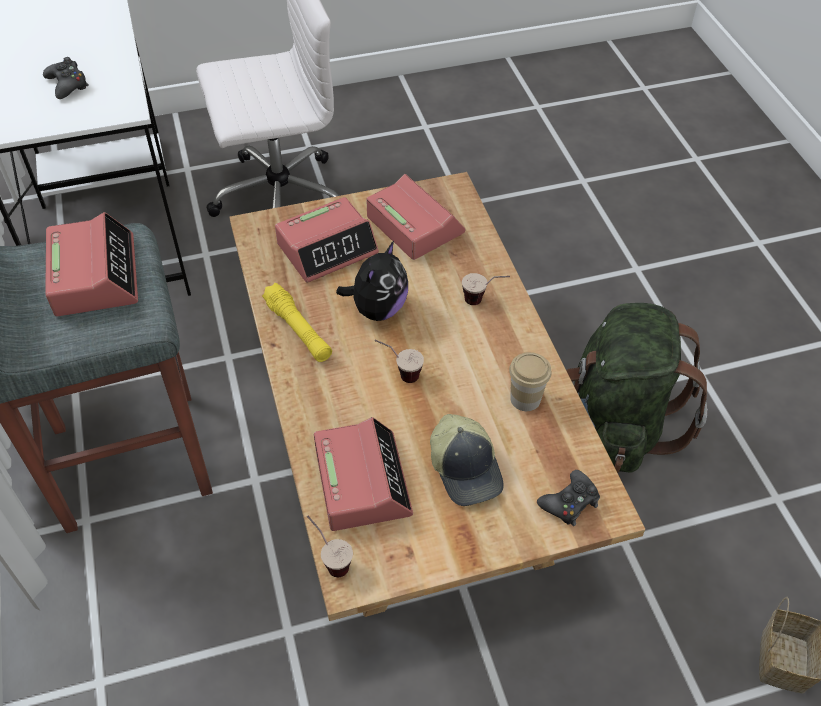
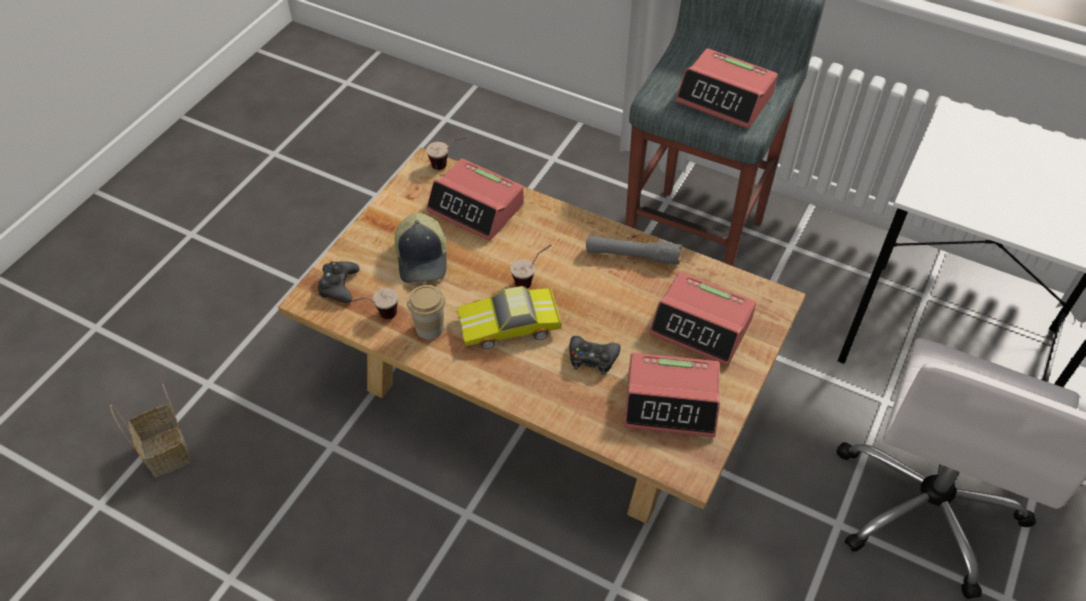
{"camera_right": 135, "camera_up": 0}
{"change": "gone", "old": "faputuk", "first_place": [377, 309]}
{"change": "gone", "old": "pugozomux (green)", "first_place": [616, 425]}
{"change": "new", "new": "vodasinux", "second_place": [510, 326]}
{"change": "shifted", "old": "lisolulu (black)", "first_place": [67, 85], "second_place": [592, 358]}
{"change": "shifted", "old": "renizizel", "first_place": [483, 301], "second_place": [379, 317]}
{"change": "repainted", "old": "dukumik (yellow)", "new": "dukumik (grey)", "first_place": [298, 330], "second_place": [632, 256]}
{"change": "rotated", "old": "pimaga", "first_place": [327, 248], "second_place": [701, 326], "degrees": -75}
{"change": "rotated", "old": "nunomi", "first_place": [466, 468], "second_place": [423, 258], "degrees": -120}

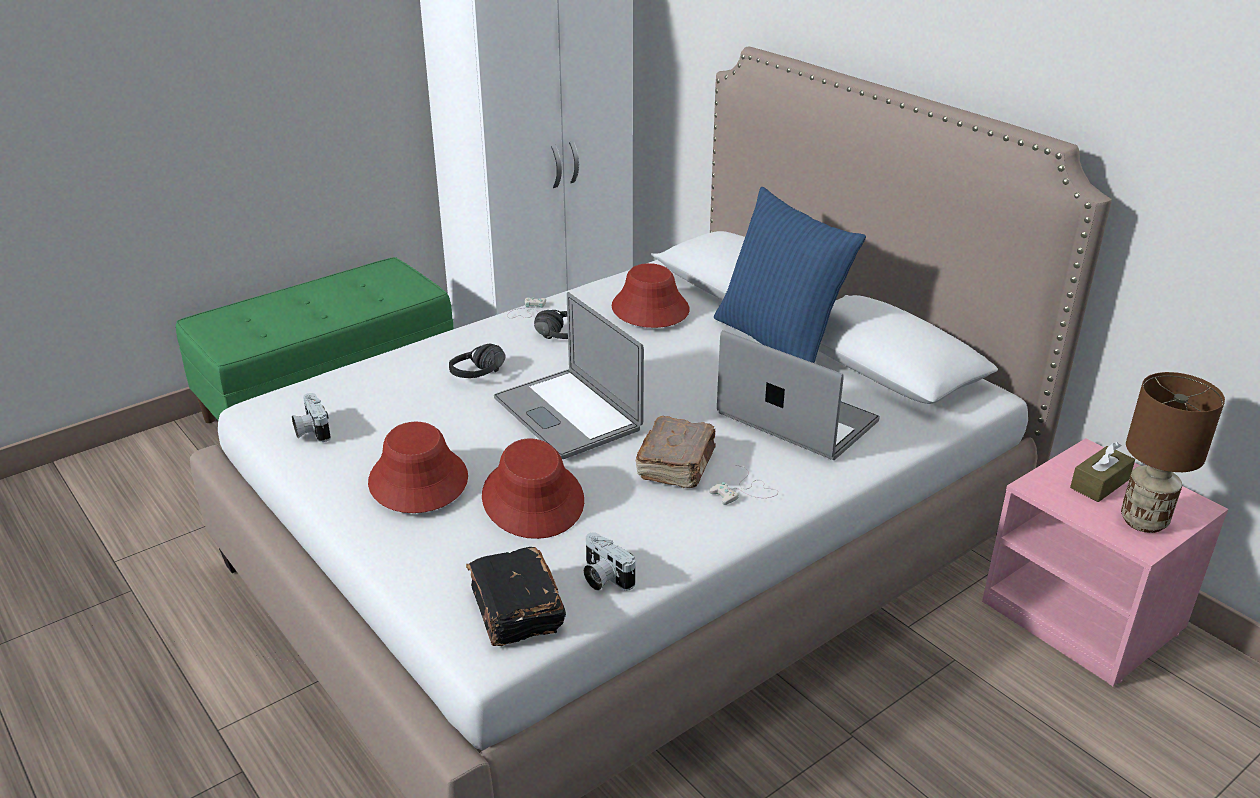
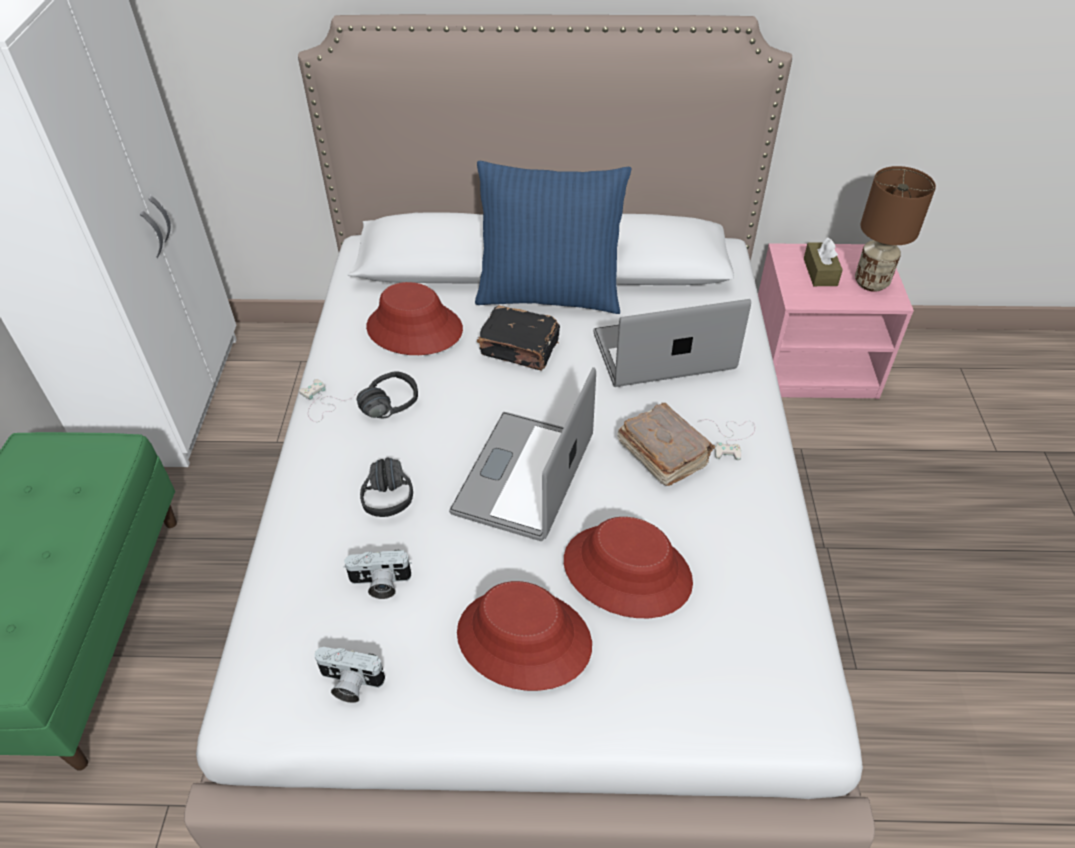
{"camera_right": -50, "camera_up": 15}
{"change": "shifted", "old": "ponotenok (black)", "first_place": [516, 611], "second_place": [520, 349]}
{"change": "shifted", "old": "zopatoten", "first_place": [603, 577], "second_place": [380, 584]}
{"change": "rotated", "old": "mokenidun", "first_place": [567, 413], "second_place": [524, 475], "degrees": 105}

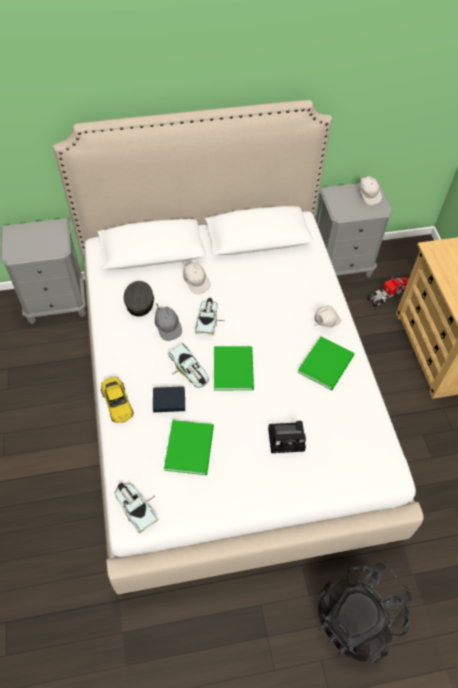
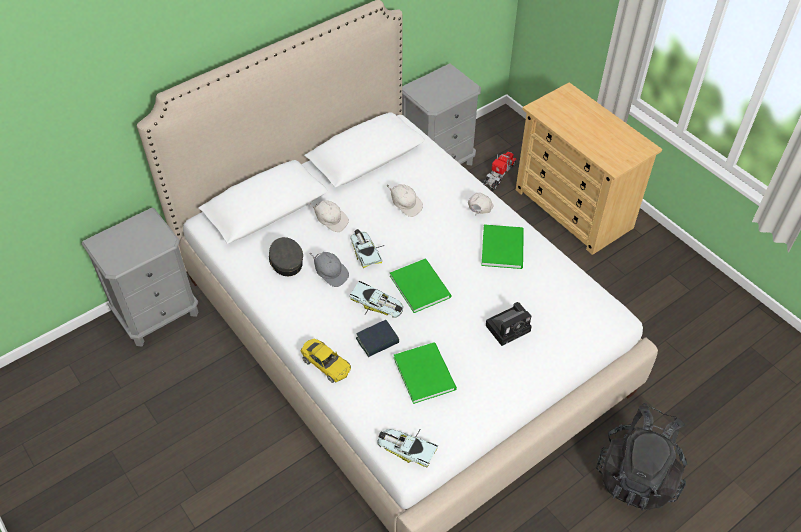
{"camera_right": -25, "camera_up": -5}
{"change": "shifted", "old": "nunomi (white)", "first_place": [368, 195], "second_place": [405, 205]}

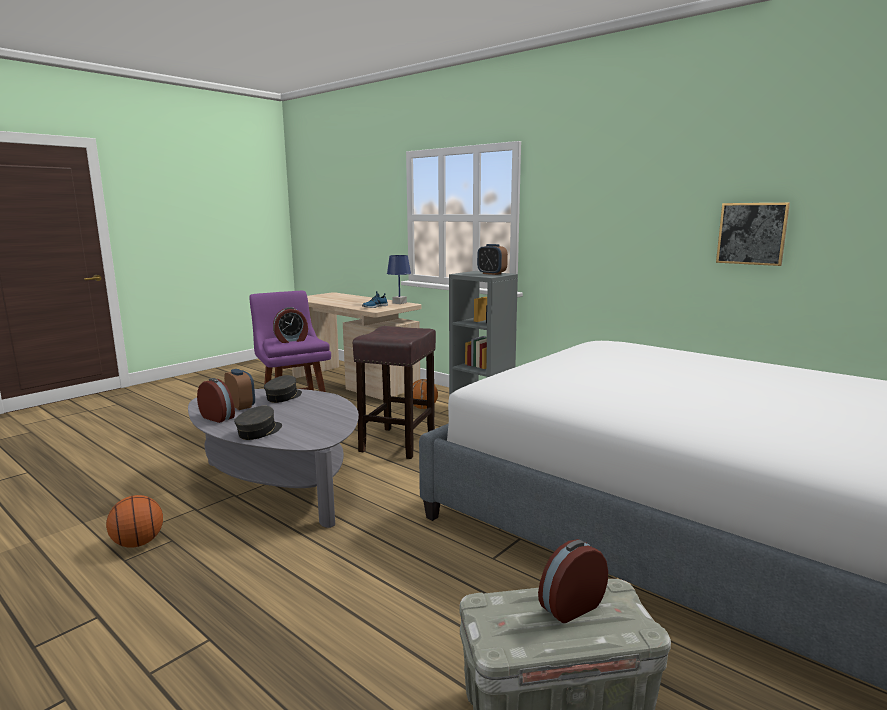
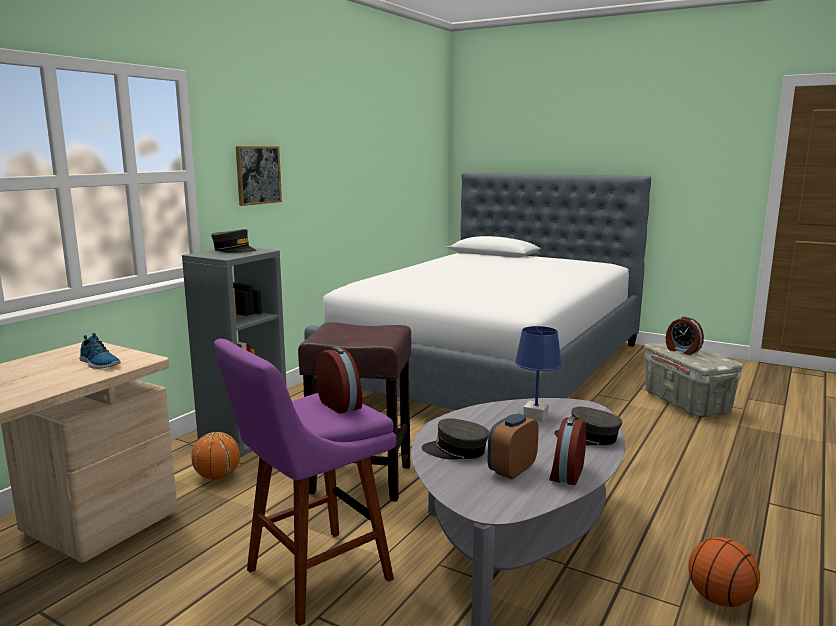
{"camera_right": -100, "camera_up": 0}
{"change": "shifted", "old": "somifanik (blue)", "first_place": [399, 303], "second_place": [535, 416]}
{"change": "shifted", "old": "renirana", "first_place": [752, 233], "second_place": [258, 175]}
{"change": "swapped", "old": "pimaga", "new": "nunomi (grey)", "first_place": [491, 273], "second_place": [234, 250]}

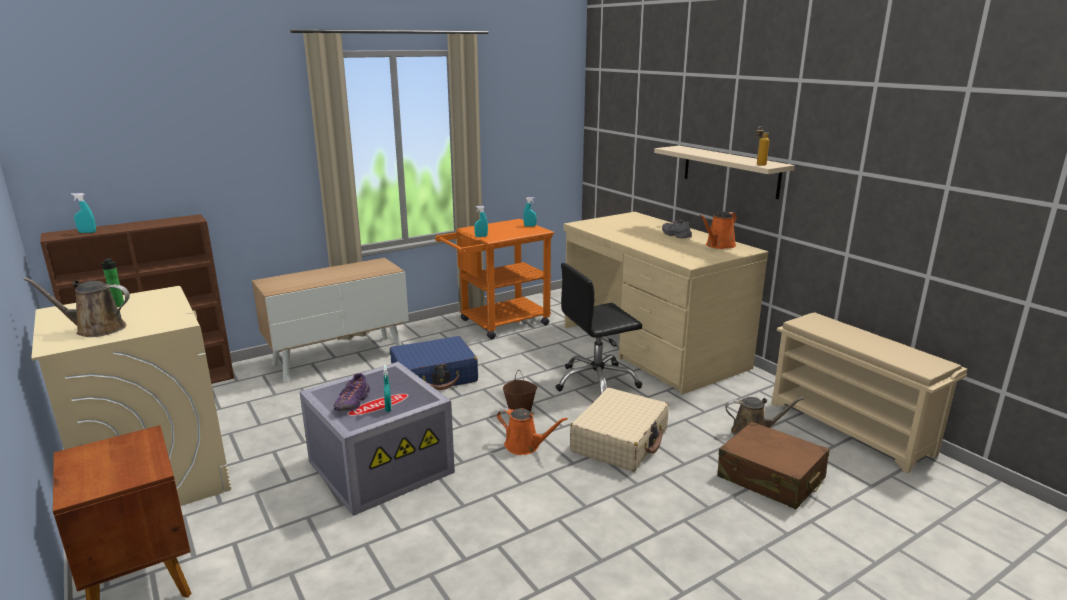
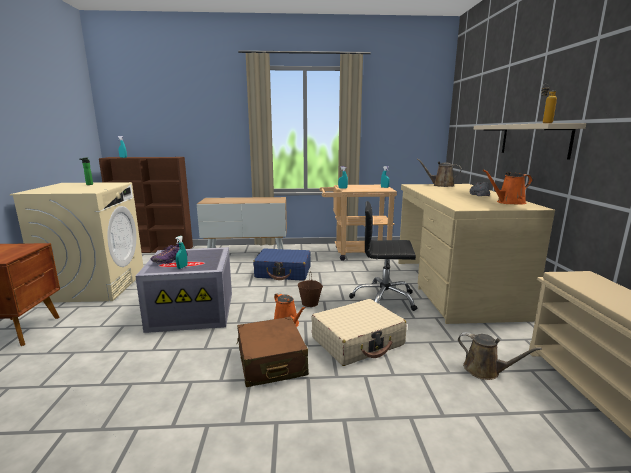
{"camera_right": 30, "camera_up": -5}
{"change": "shifted", "old": "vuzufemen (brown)", "first_place": [96, 329], "second_place": [441, 185]}
{"change": "shifted", "old": "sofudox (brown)", "first_place": [770, 478], "second_place": [271, 362]}
{"change": "repainted", "old": "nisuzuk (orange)", "new": "nisuzuk (beige)", "first_place": [498, 324], "second_place": [356, 253]}

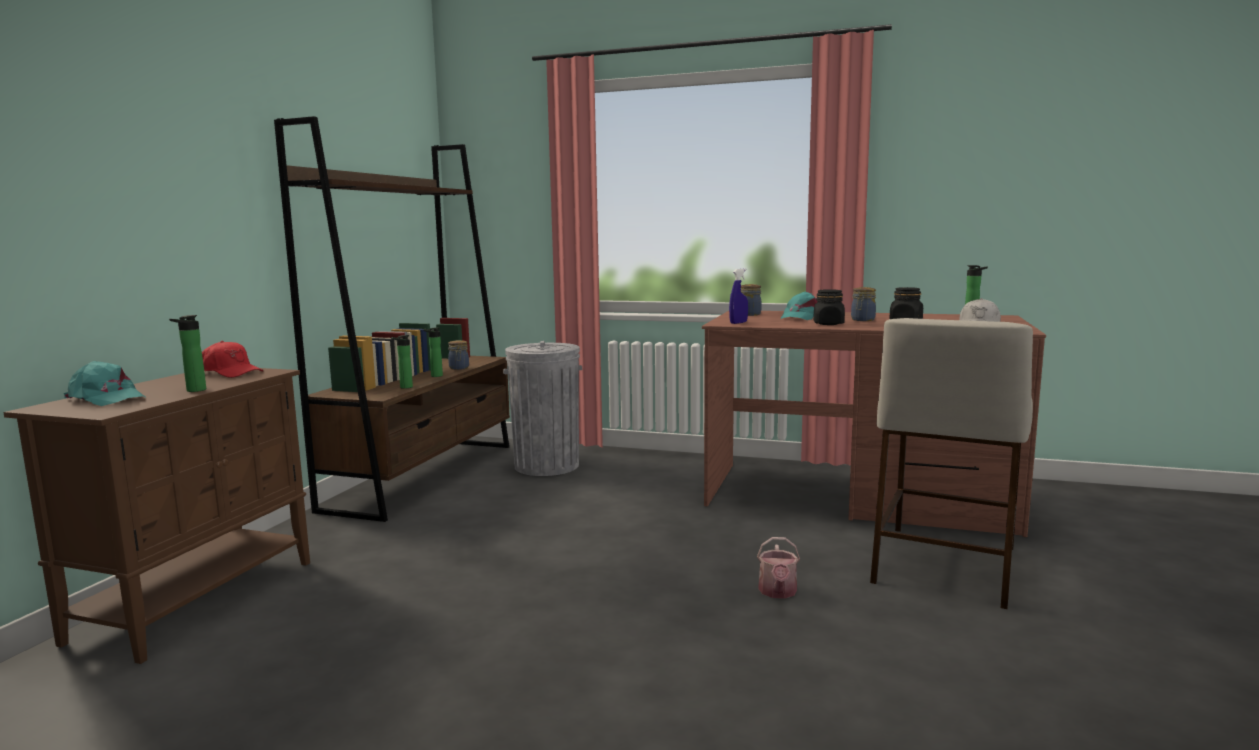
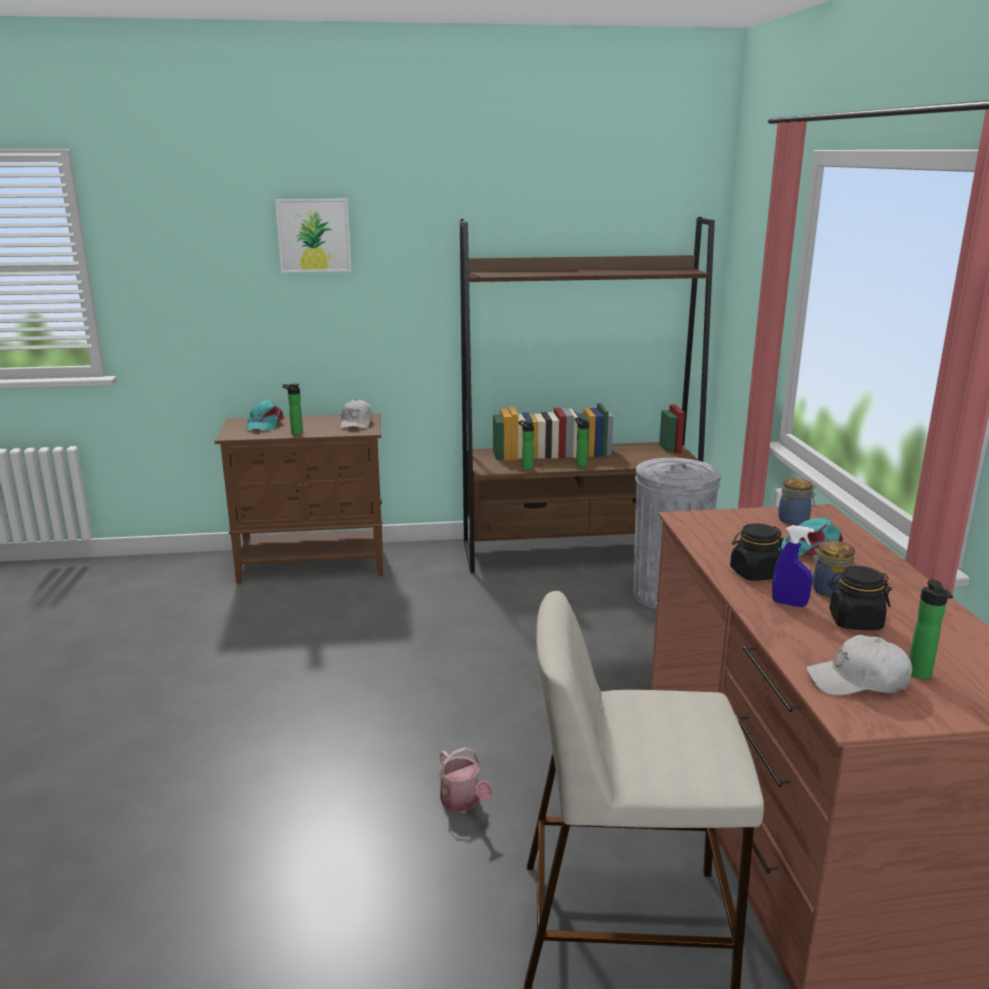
{"camera_right": 65, "camera_up": 10}
{"change": "gone", "old": "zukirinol", "first_place": [459, 368]}
{"change": "new", "new": "renirana", "second_place": [314, 235]}
{"change": "shifted", "old": "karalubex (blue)", "first_place": [738, 323], "second_place": [789, 604]}
{"change": "repainted", "old": "nunomi (red)", "new": "nunomi (white)", "first_place": [231, 372], "second_place": [356, 423]}
{"change": "rotated", "old": "vuzufemen", "first_place": [778, 592], "second_place": [463, 802], "degrees": -105}

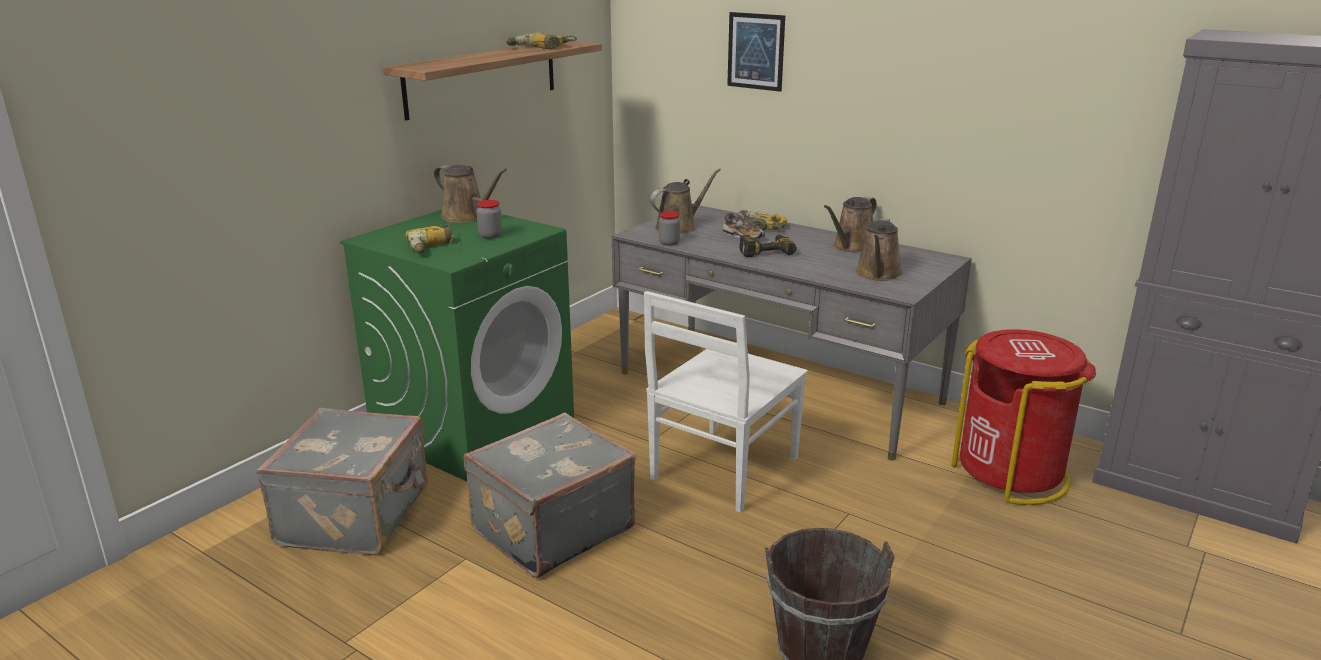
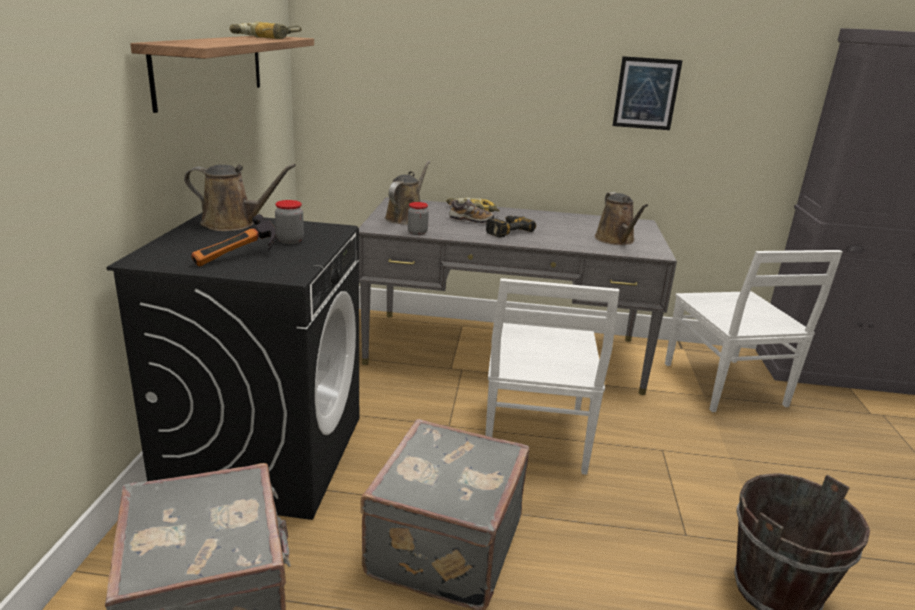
{"camera_right": -30, "camera_up": 0}
{"change": "gone", "old": "vuzufemen (brown)", "first_place": [852, 247]}
{"change": "shifted", "old": "renirana", "first_place": [755, 51], "second_place": [646, 93]}
{"change": "swapped", "old": "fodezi", "new": "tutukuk", "first_place": [432, 245], "second_place": [238, 258]}
{"change": "swapped", "old": "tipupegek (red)", "new": "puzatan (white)", "first_place": [1011, 473], "second_place": [725, 386]}
{"change": "repainted", "old": "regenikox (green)", "new": "regenikox (black)", "first_place": [474, 427], "second_place": [264, 454]}

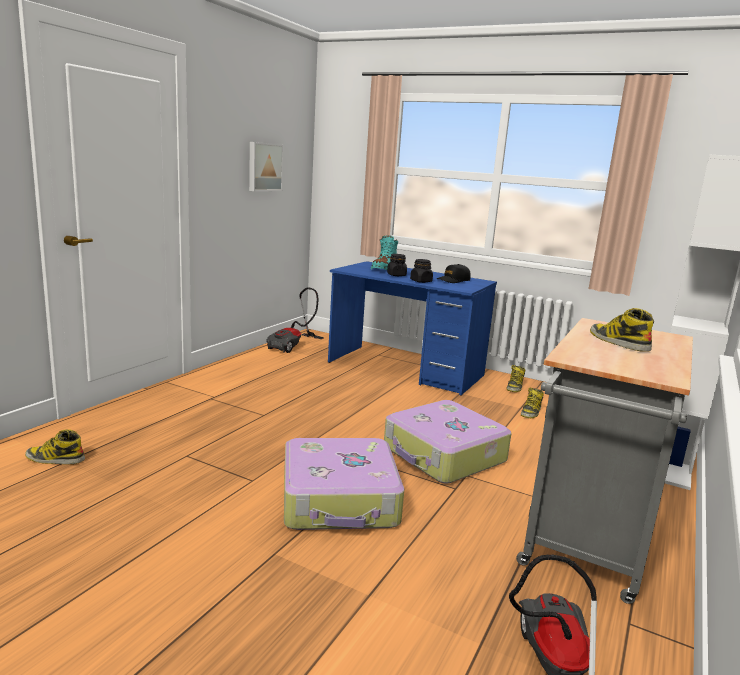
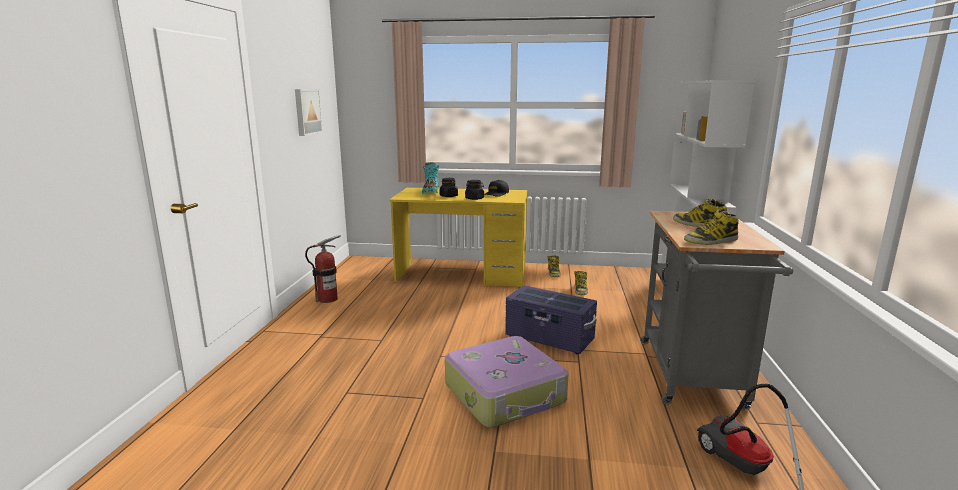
{"camera_right": -20, "camera_up": 0}
{"change": "gone", "old": "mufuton", "first_place": [294, 346]}
{"change": "new", "new": "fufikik", "second_place": [328, 299]}
{"change": "shifted", "old": "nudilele", "first_place": [55, 459], "second_place": [711, 241]}
{"change": "swapped", "old": "sofudox", "new": "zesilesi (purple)", "first_place": [444, 455], "second_place": [549, 338]}
{"change": "repainted", "old": "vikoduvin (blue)", "new": "vikoduvin (yellow)", "first_place": [405, 369], "second_place": [462, 275]}

